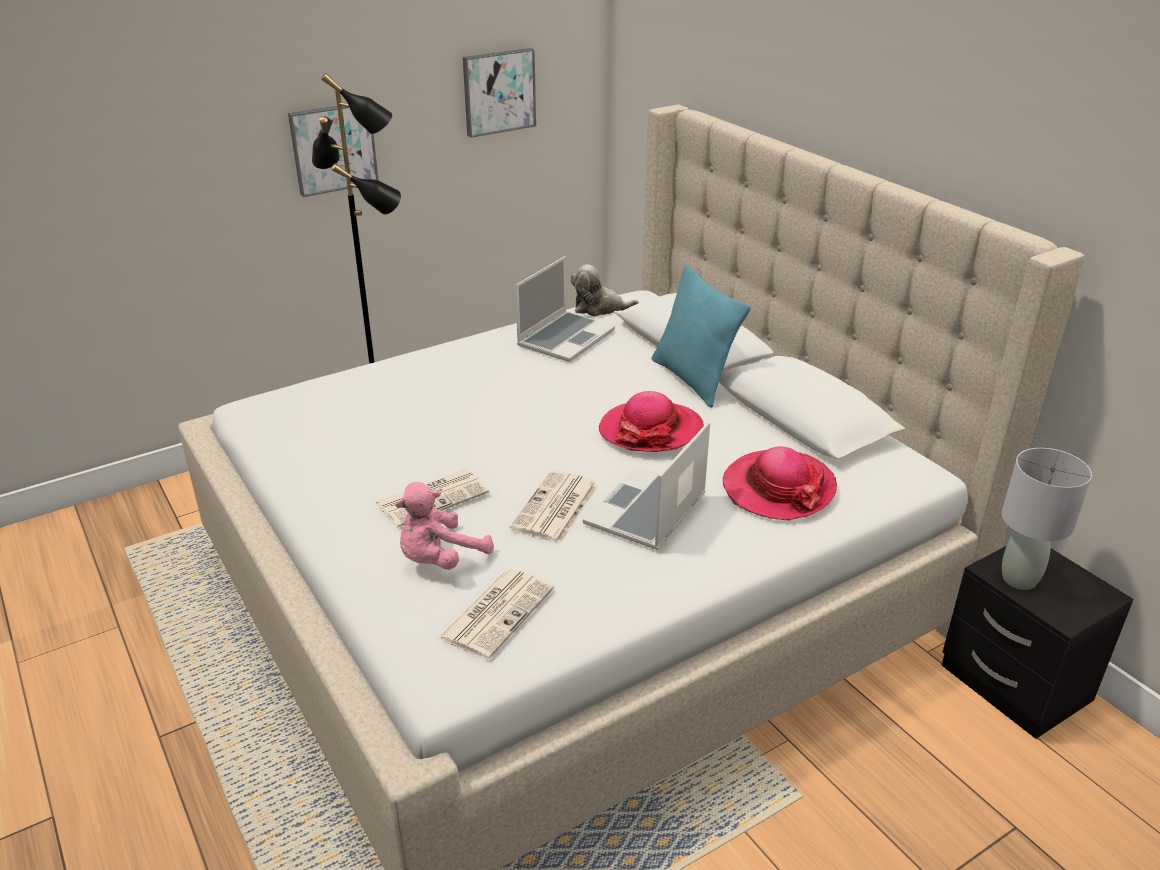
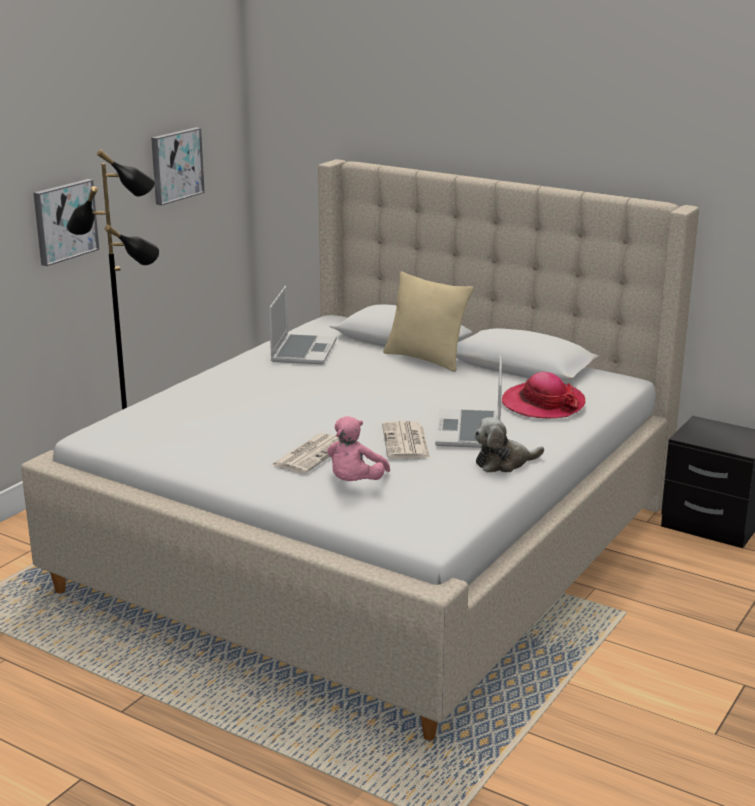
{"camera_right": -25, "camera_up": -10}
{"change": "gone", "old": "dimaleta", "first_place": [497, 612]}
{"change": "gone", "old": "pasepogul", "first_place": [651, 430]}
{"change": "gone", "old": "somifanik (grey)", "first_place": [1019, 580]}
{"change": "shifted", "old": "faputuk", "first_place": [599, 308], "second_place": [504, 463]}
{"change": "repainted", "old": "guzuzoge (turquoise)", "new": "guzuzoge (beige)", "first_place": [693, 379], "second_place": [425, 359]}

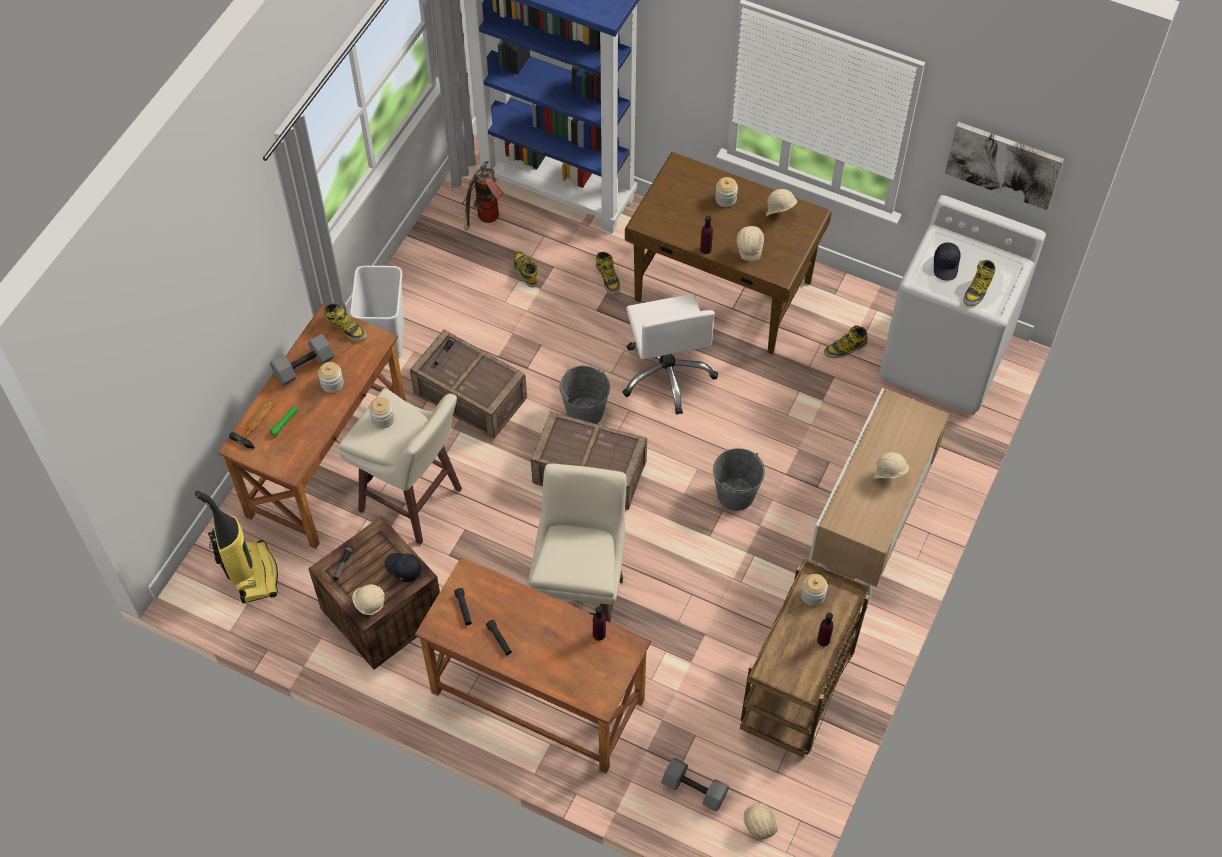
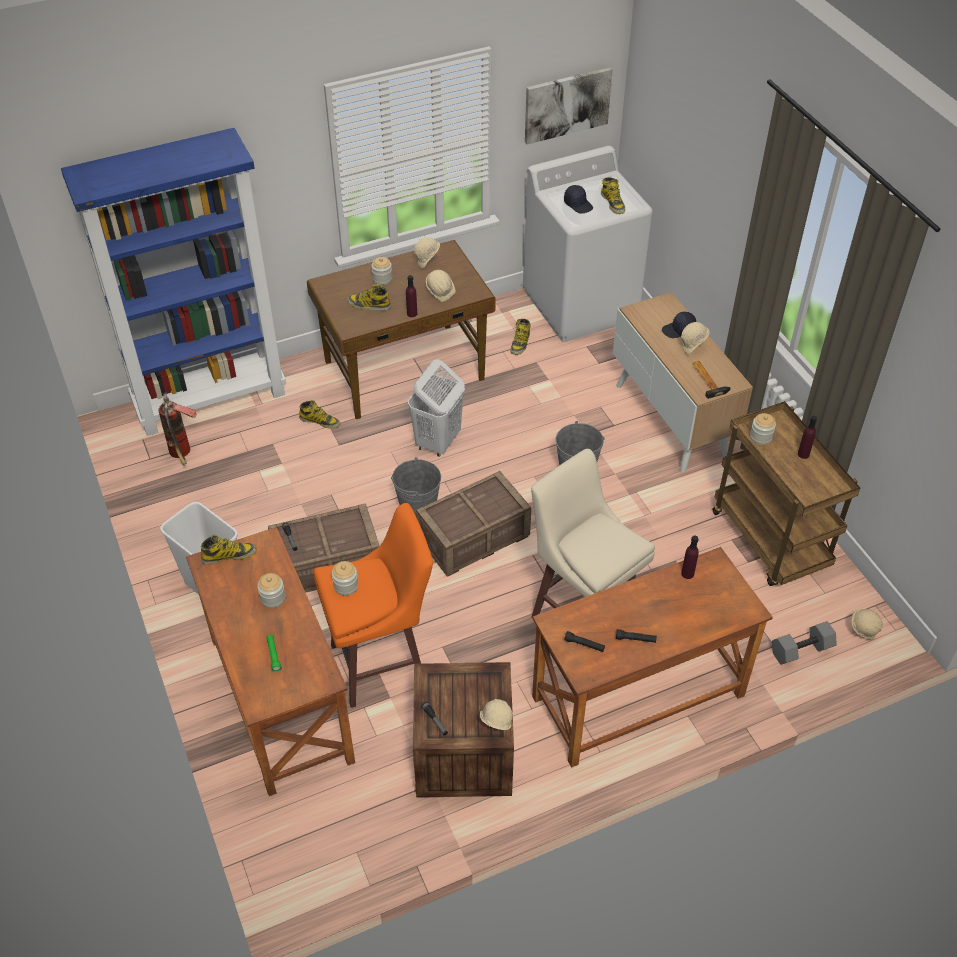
{"camera_right": -50, "camera_up": -10}
{"change": "gone", "old": "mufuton", "first_place": [252, 573]}
{"change": "gone", "old": "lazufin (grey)", "first_place": [304, 366]}
{"change": "shifted", "old": "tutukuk", "first_place": [257, 424], "second_place": [707, 379]}
{"change": "shifted", "old": "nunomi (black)", "first_place": [403, 568], "second_place": [679, 330]}
{"change": "shifted", "old": "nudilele", "first_place": [525, 271], "second_place": [369, 305]}
{"change": "swapped", "old": "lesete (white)", "new": "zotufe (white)", "first_place": [667, 374], "second_place": [438, 442]}
{"change": "repainted", "old": "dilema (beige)", "new": "dilema (orange)", "first_place": [412, 502], "second_place": [382, 665]}

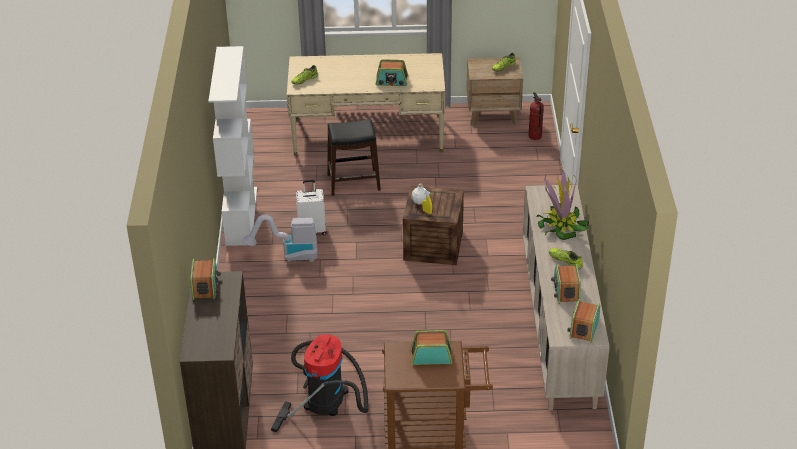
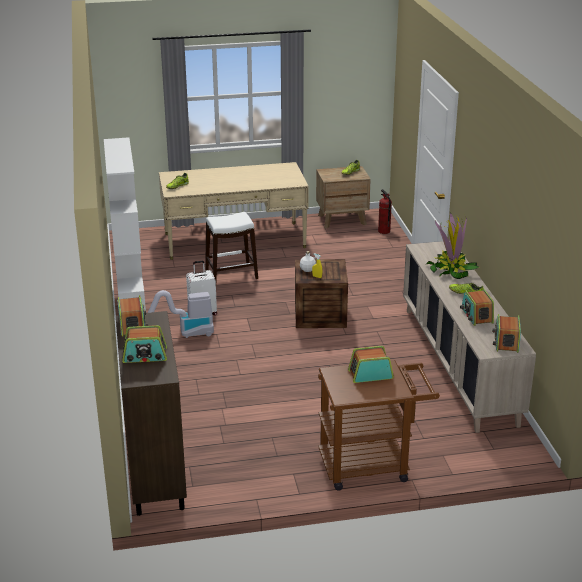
{"camera_right": -10, "camera_up": -10}
{"change": "gone", "old": "mufuton", "first_place": [326, 395]}
{"change": "shifted", "old": "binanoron", "first_place": [391, 81], "second_place": [145, 355]}
{"change": "repainted", "old": "dilema (black)", "new": "dilema (white)", "first_place": [354, 182], "second_place": [231, 275]}

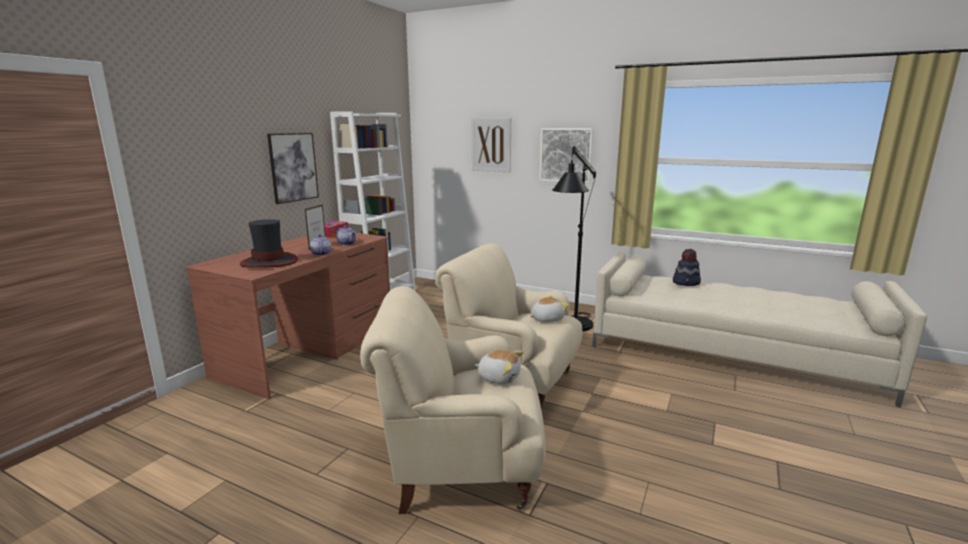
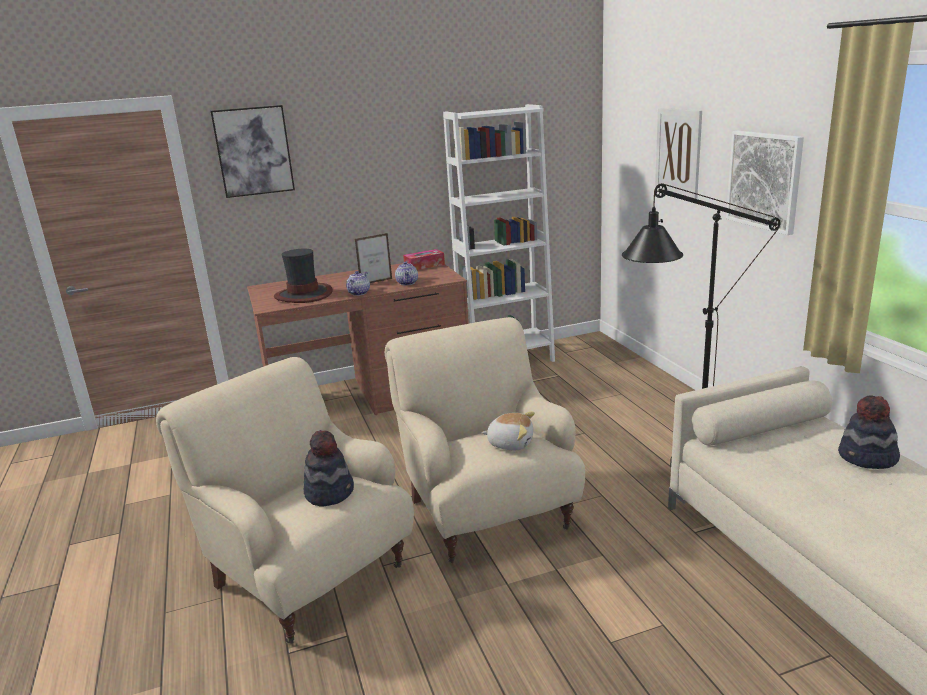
{"camera_right": 45, "camera_up": 5}
{"change": "shifted", "old": "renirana", "first_place": [293, 167], "second_place": [253, 151]}
{"change": "swapped", "old": "faputuk", "new": "pasepogul", "first_place": [499, 377], "second_place": [330, 492]}

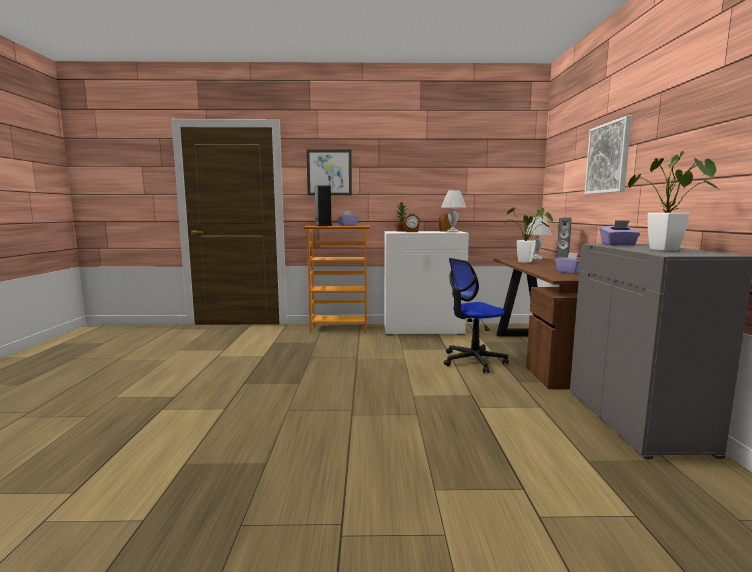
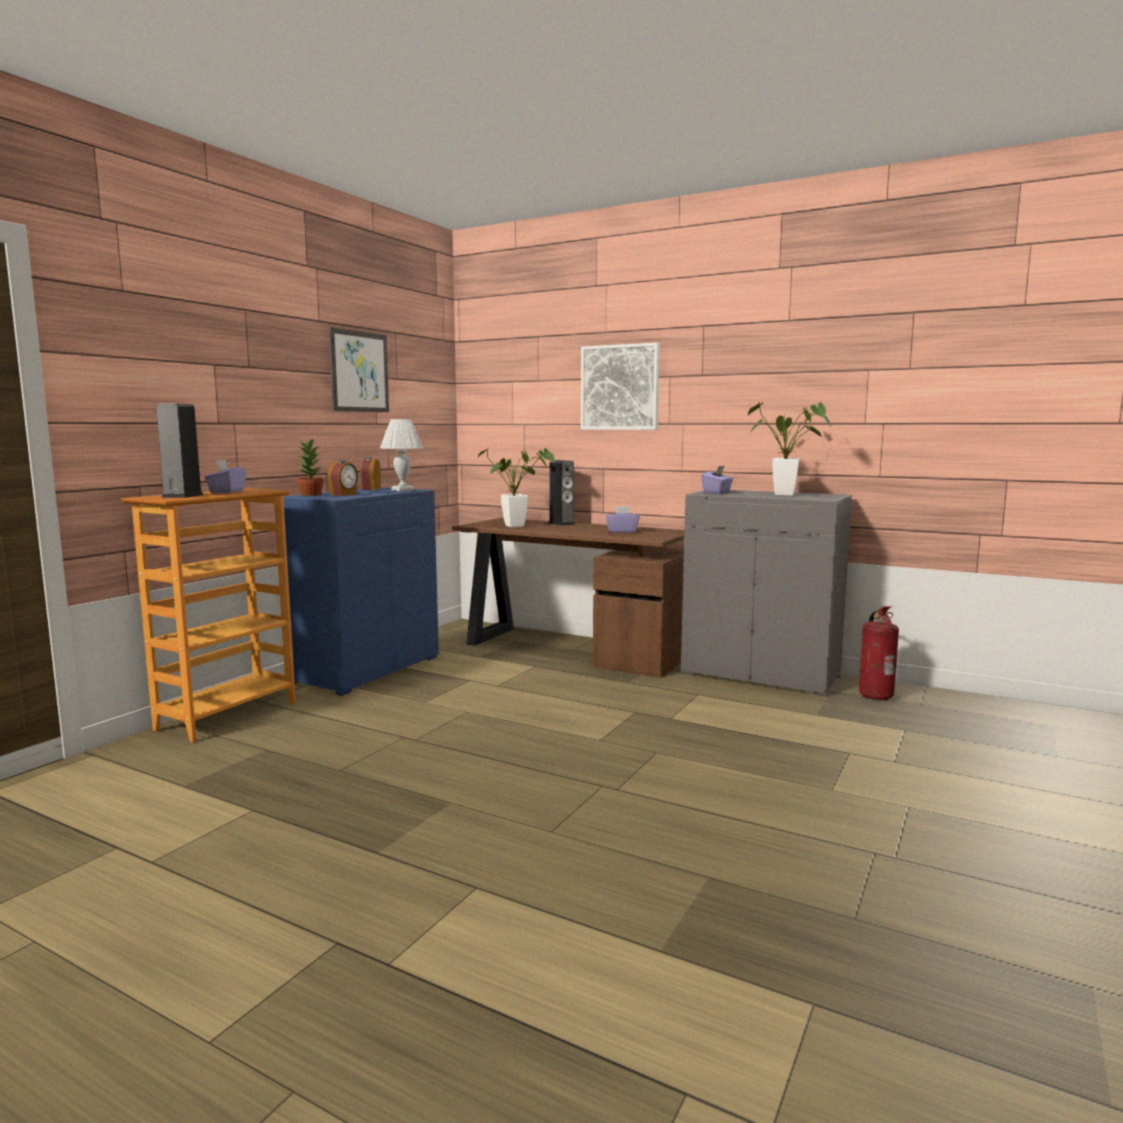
{"camera_right": -60, "camera_up": 0}
{"change": "gone", "old": "lesete", "first_place": [473, 361]}
{"change": "gone", "old": "somifanik (white)", "first_place": [536, 259]}
{"change": "new", "new": "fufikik", "second_place": [875, 696]}
{"change": "shifted", "old": "renirana", "first_place": [329, 172], "second_place": [359, 372]}
{"change": "repainted", "old": "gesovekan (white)", "new": "gesovekan (blue)", "first_place": [423, 329], "second_place": [366, 669]}

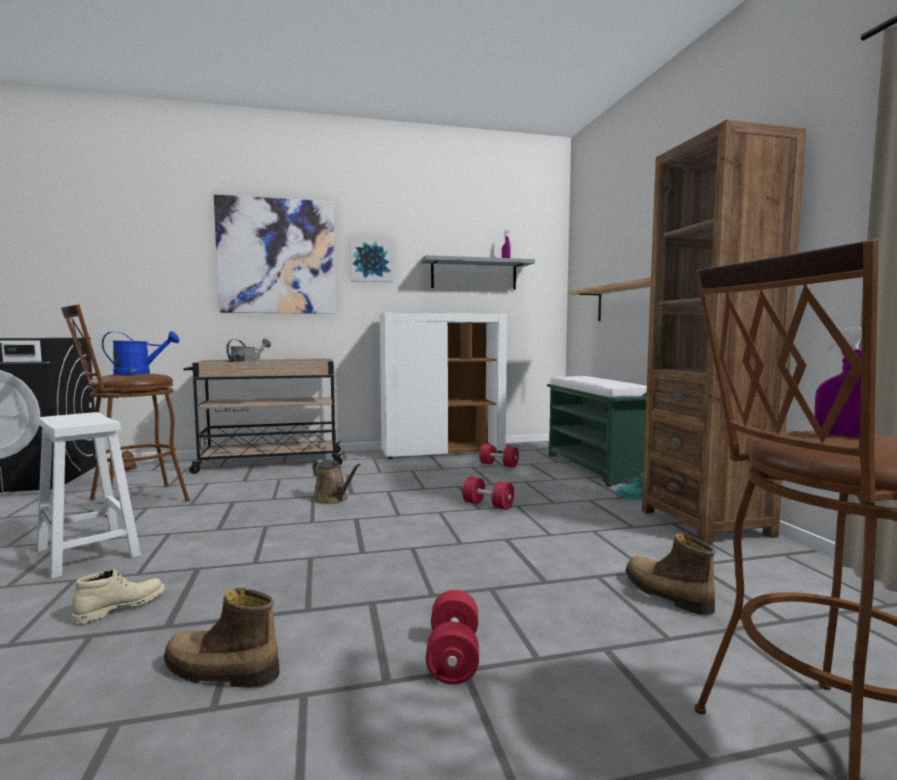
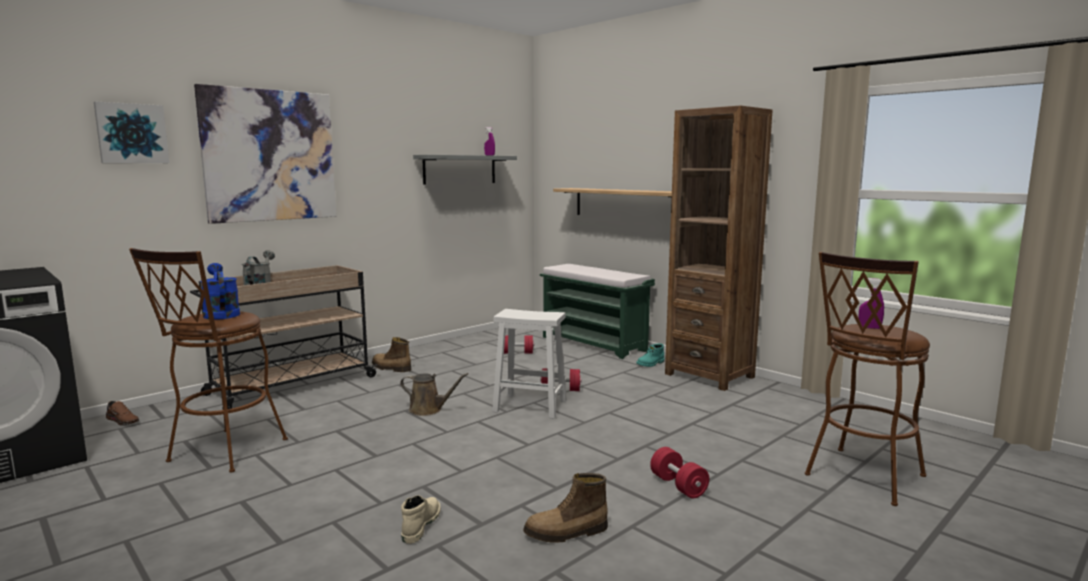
{"camera_right": -30, "camera_up": 5}
{"change": "gone", "old": "gesovekan (white)", "first_place": [443, 451]}
{"change": "shifted", "old": "dilema (white)", "first_place": [89, 553], "second_place": [531, 406]}
{"change": "shifted", "old": "renirana", "first_place": [371, 260], "second_place": [132, 133]}
{"change": "shifted", "old": "nudilele", "first_place": [665, 594], "second_place": [390, 368]}
{"change": "rotated", "old": "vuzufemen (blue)", "first_place": [139, 373], "second_place": [220, 314], "degrees": -75}

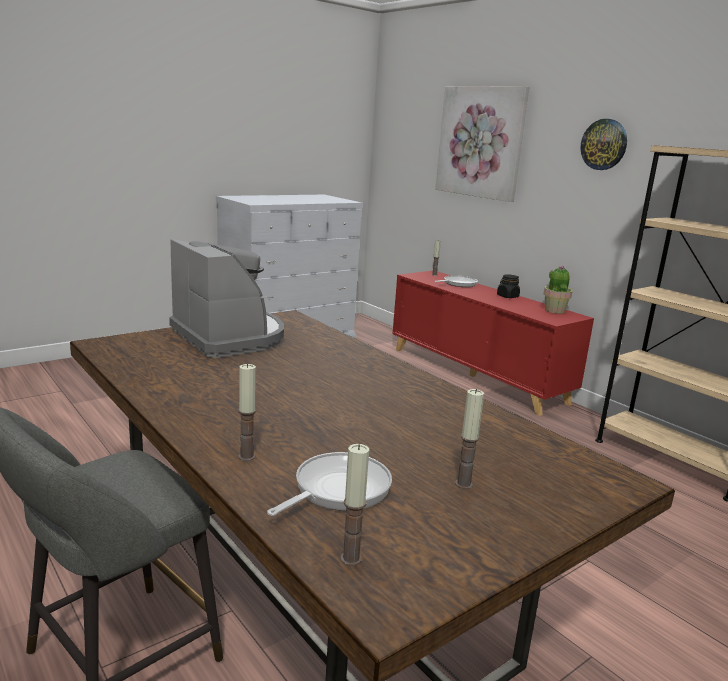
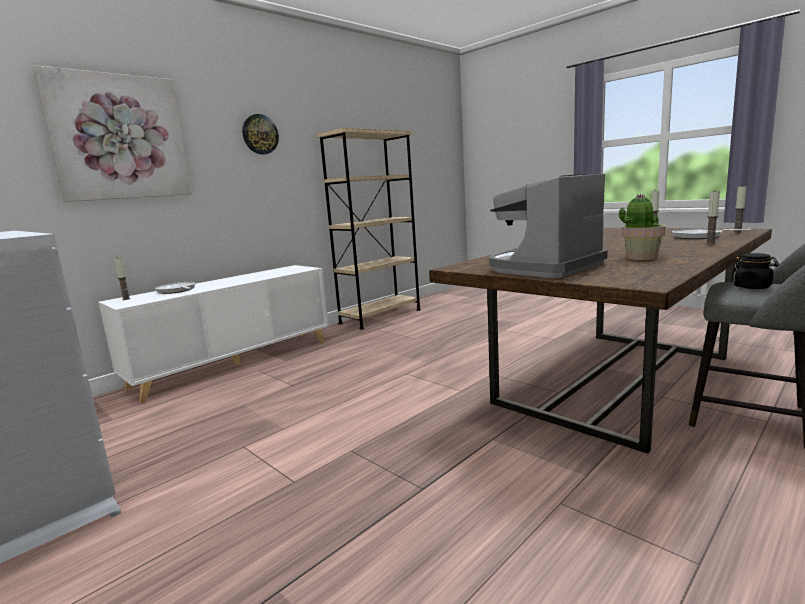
{"camera_right": -95, "camera_up": -5}
{"change": "shifted", "old": "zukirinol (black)", "first_place": [507, 296], "second_place": [753, 287]}
{"change": "shifted", "old": "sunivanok", "first_place": [554, 310], "second_place": [641, 257]}
{"change": "repainted", "old": "gesovekan (red)", "new": "gesovekan (white)", "first_place": [476, 375], "second_place": [235, 363]}

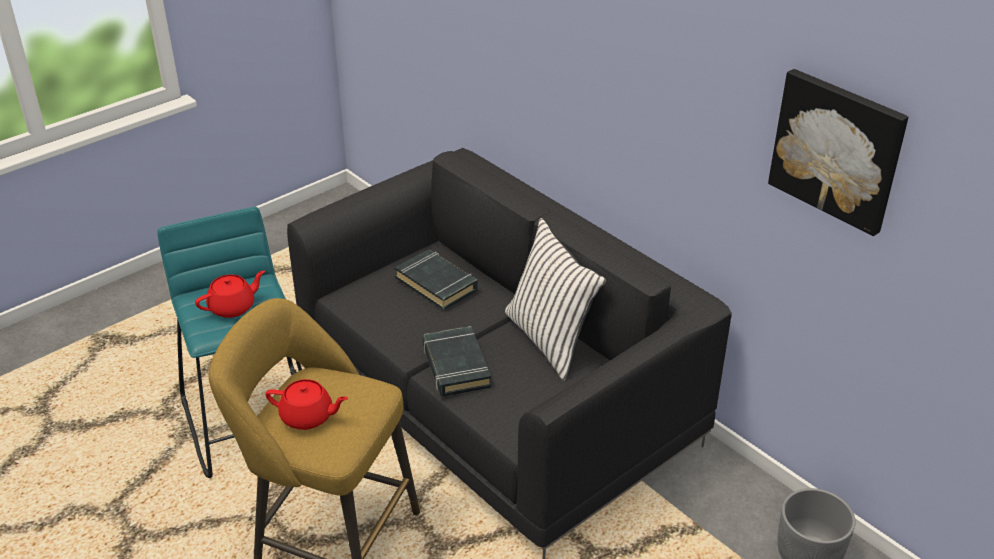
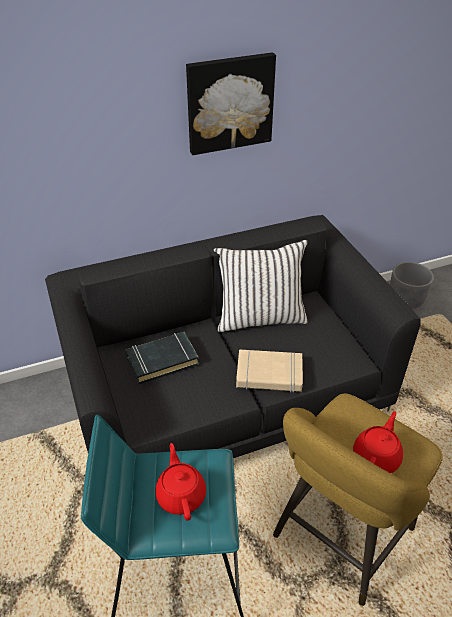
{"camera_right": -70, "camera_up": 5}
{"change": "shifted", "old": "renirana", "first_place": [838, 149], "second_place": [229, 103]}
{"change": "repainted", "old": "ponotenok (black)", "new": "ponotenok (beige)", "first_place": [455, 366], "second_place": [269, 375]}

